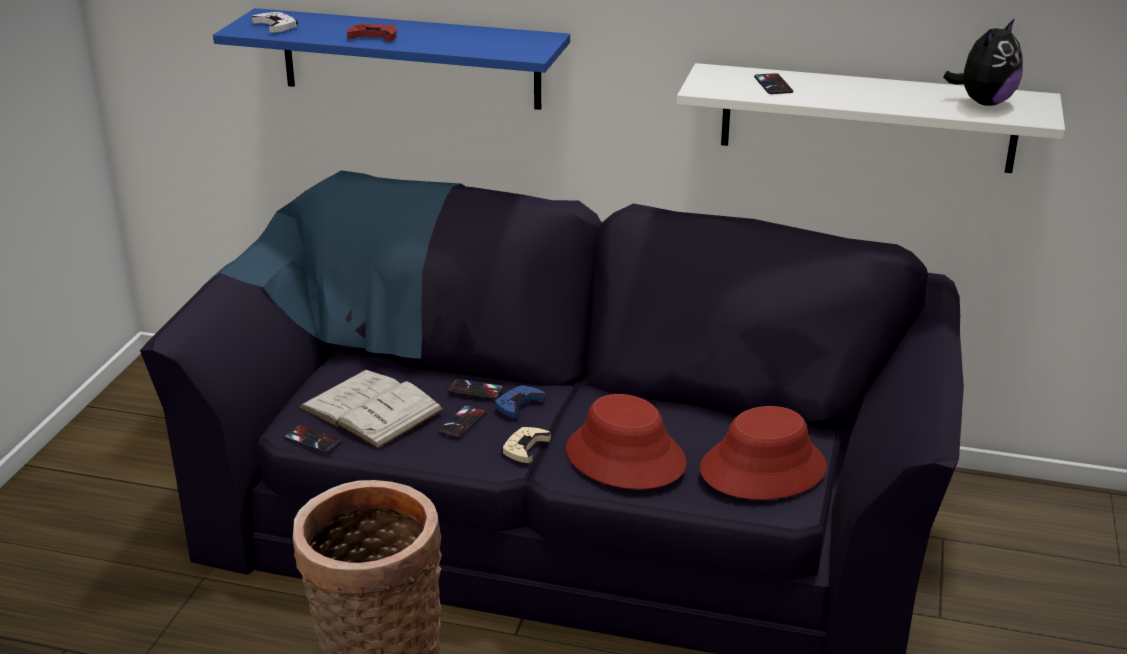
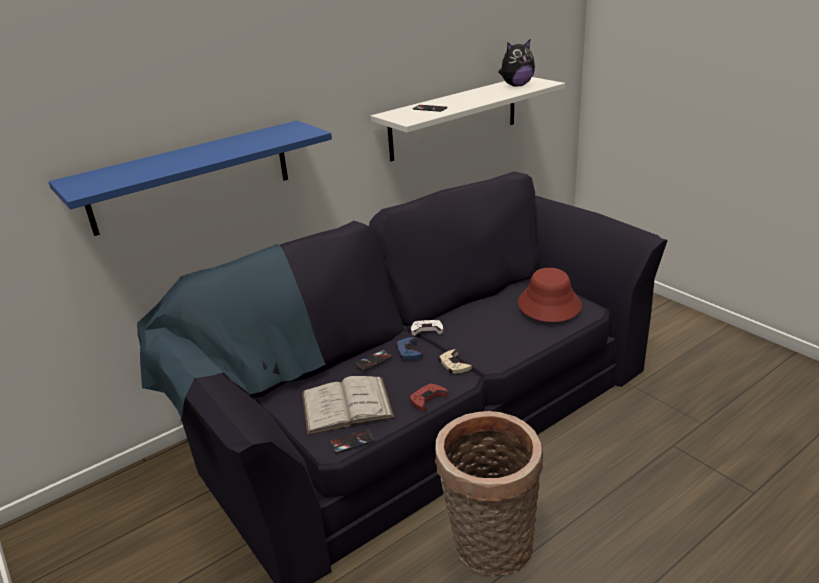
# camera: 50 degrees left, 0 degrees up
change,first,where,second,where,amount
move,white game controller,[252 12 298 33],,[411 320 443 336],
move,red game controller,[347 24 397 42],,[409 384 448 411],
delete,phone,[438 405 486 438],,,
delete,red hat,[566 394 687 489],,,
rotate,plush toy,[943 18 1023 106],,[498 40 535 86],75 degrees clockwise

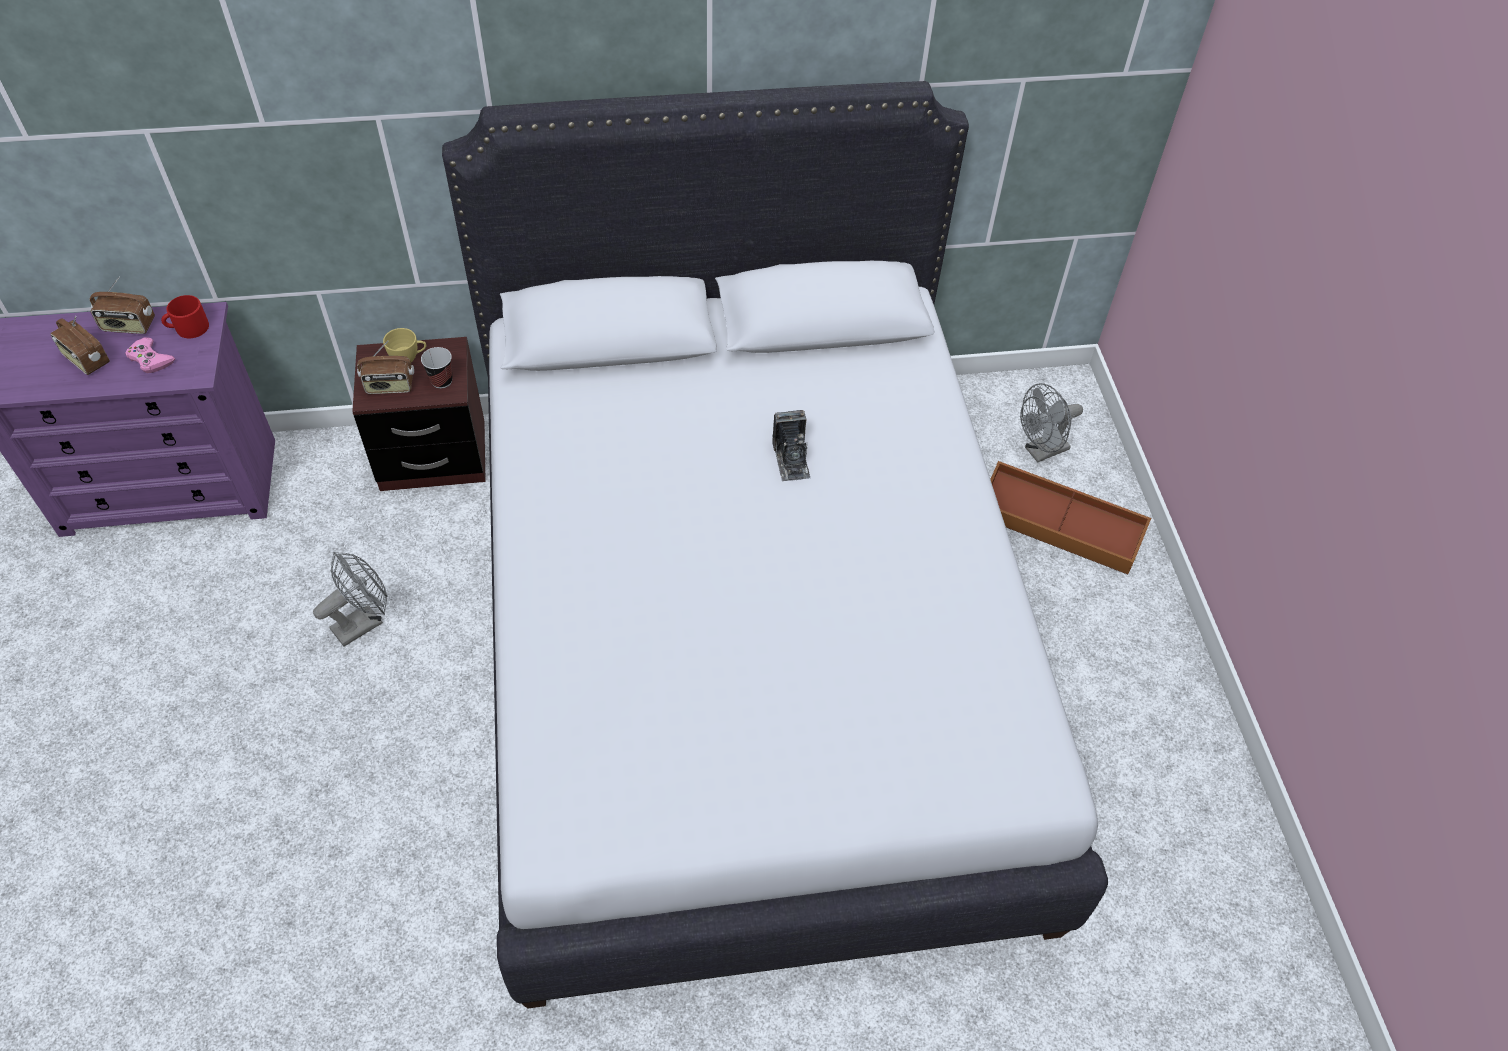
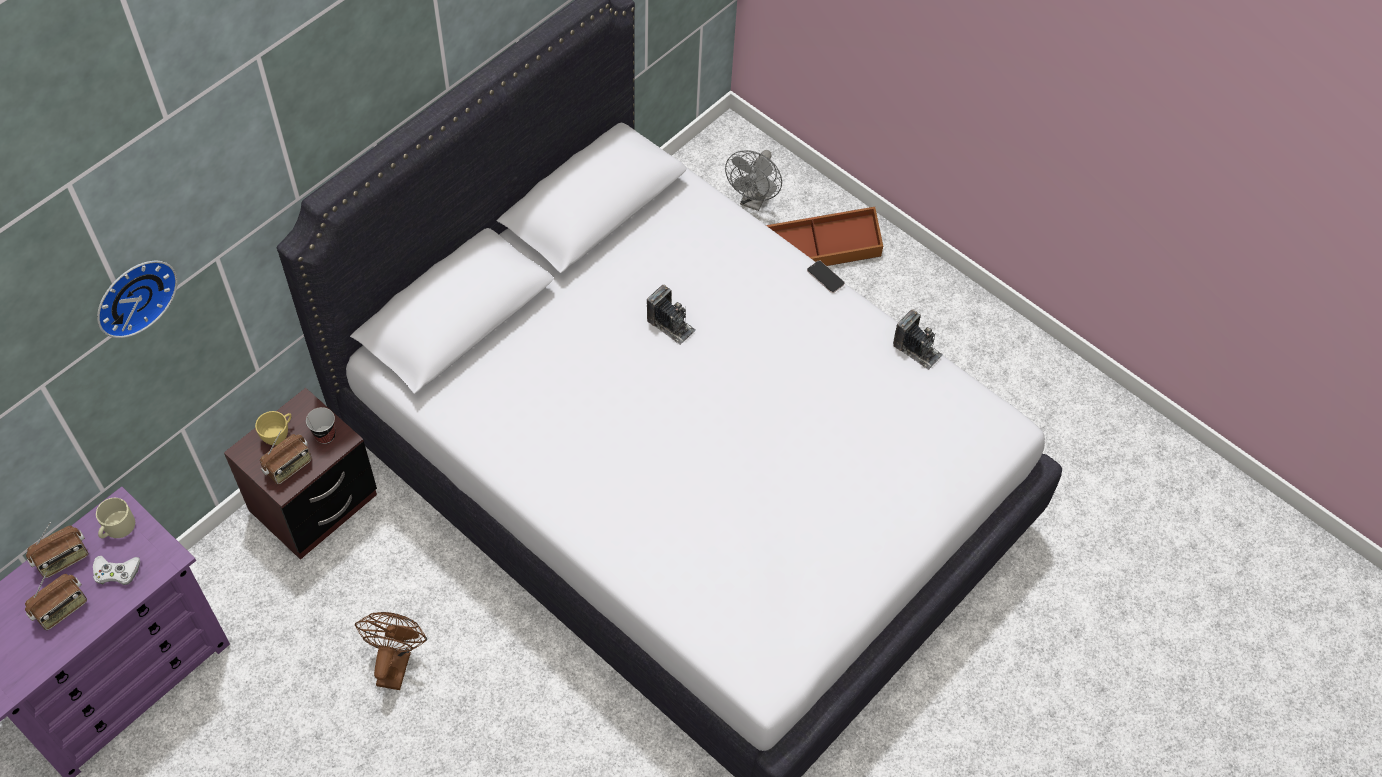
# camera: 40 degrees left, 5 degrees up
change,first,where,second,where,amount
rotate,radio,[50 316 110 375],,[25 572 87 630],45 degrees counterclockwise
recolor,pink game controller,[125 337 175 373],white game controller,[93 556 140 585],
recolor,red mug,[161 295 209 338],beige mug,[96 498 135 538],
recolor,grey fan,[313 552 387 647],brown fan,[355 612 427 690],
insert,,,wall clock,[97 261 178 338],
insert,,,phone,[807 260 845 293],
insert,,,photo camera,[893 309 943 370],

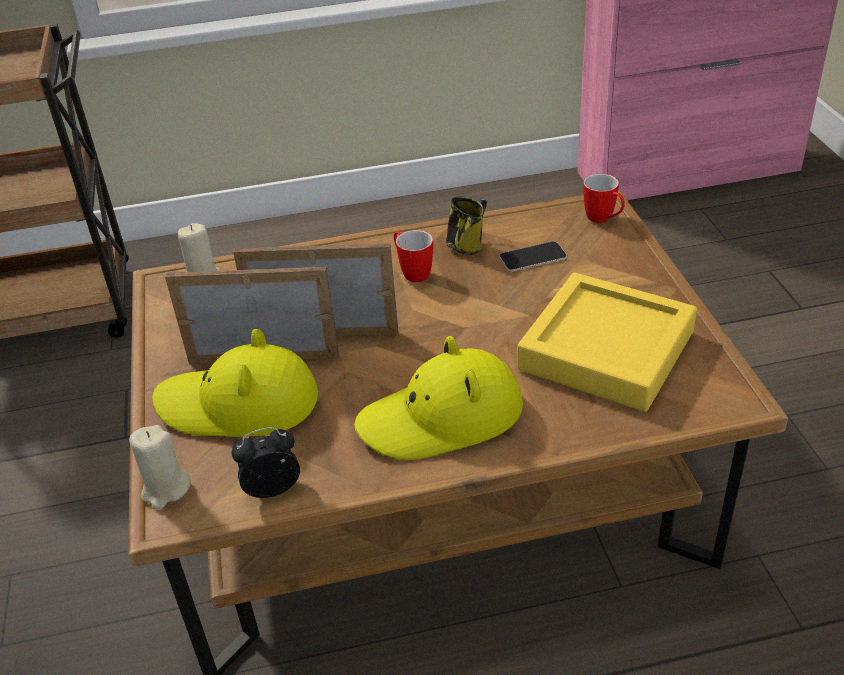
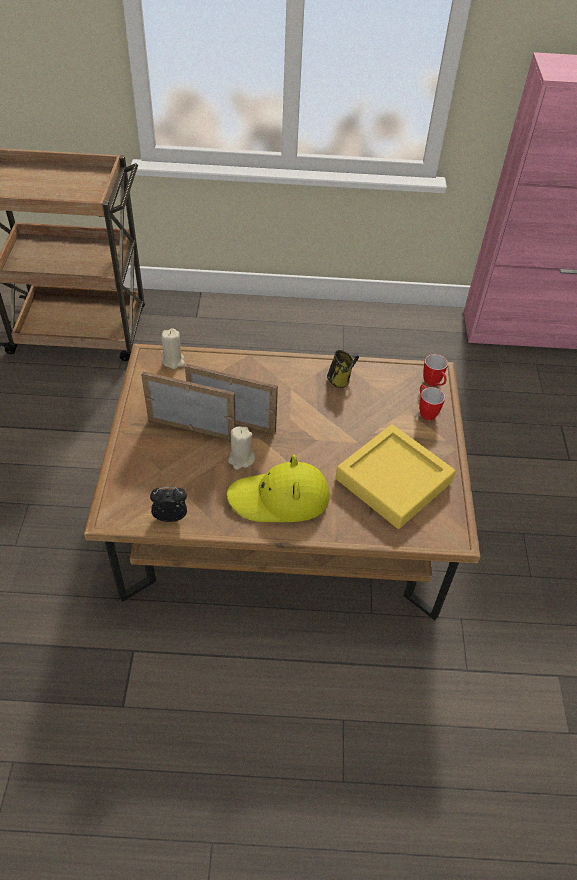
# camera: 10 degrees right, 10 degrees up
change,first,where,second,where,amount
move,beige candle,[129 425 191 509],,[228 426 255 470],
delete,yellow hat,[152 329 318 437],,,
move,mug,[394 230 433 283],,[420 384 445 420],
delete,phone,[499 241 567 272],,,

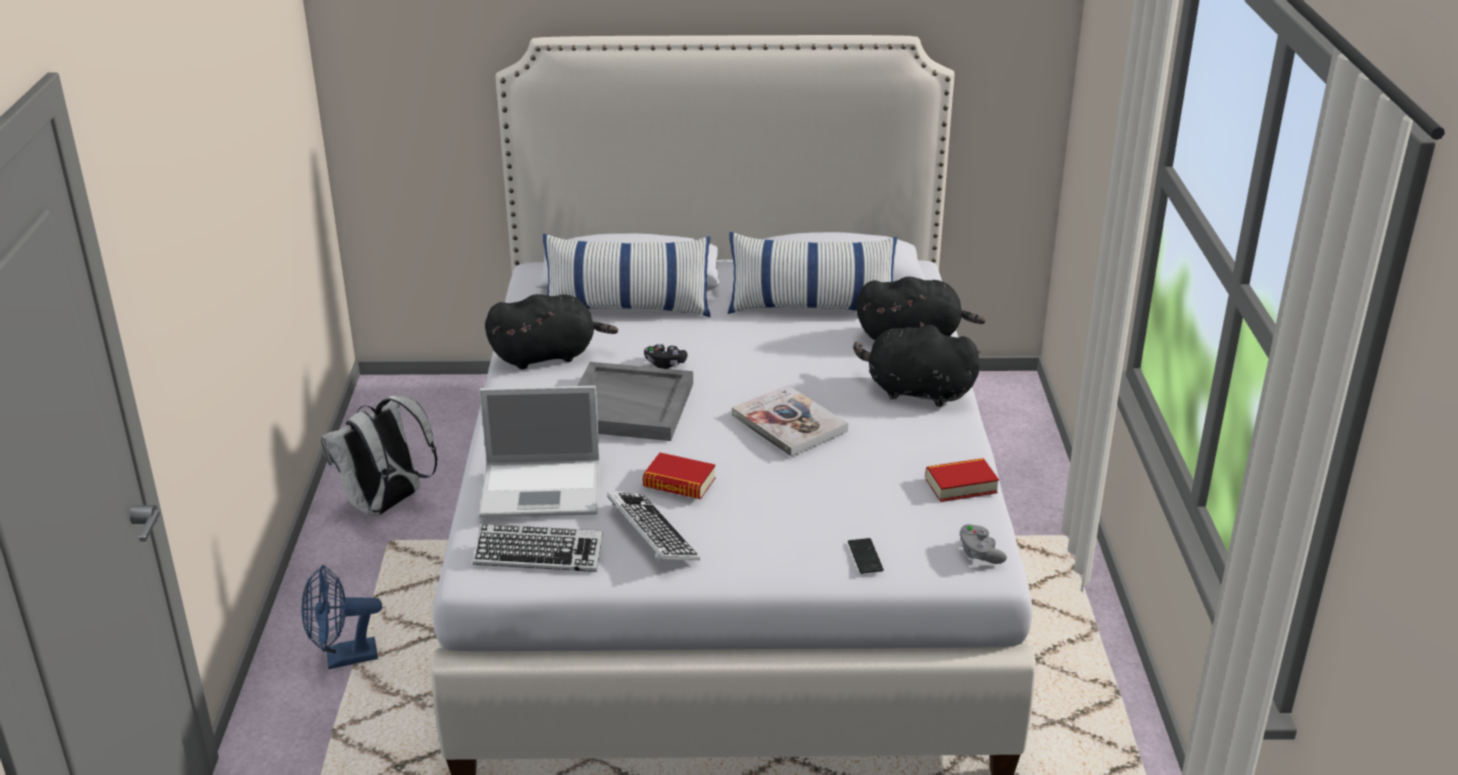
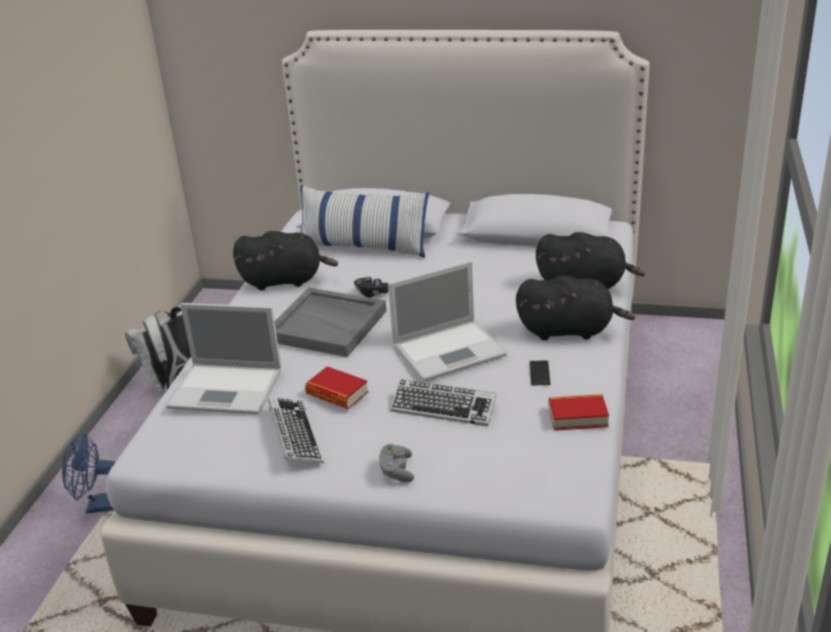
# camera: 15 degrees right, 0 degrees up
change,first,where,second,where,amount
move,keyboard,[473 524 603 572],,[390 379 497 426],
delete,pillow,[728 232 897 314],,,
replace,book,[732 385 848 457],laptop,[388 261 507 382],
move,phone,[848 538 884 574],,[530 361 550 385],
rotate,black plush toy,[853 322 981 407],,[516 276 635 340],150 degrees clockwise
move,grey game controller,[960 524 1007 564],,[379 444 414 482],

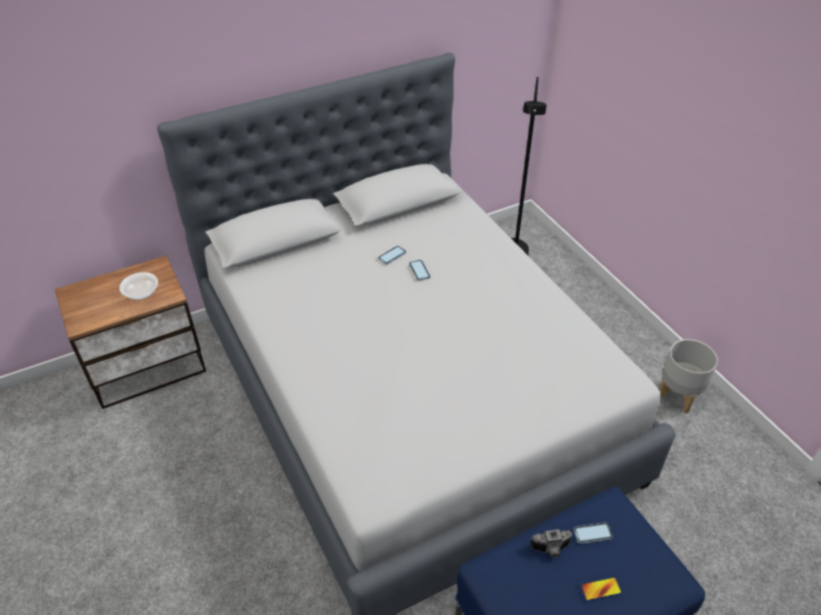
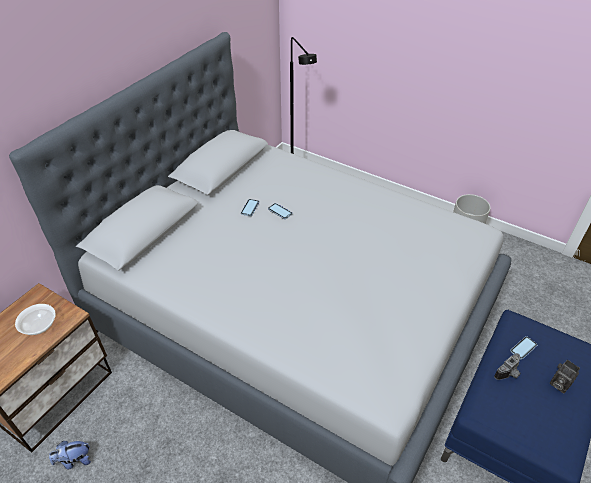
# camera: 30 degrees left, 0 degrees up
change,first,where,second,where,amount
replace,phone,[580 577 622 601],photo camera,[550 360 580 393],
insert,,,plush toy,[49 441 91 469],

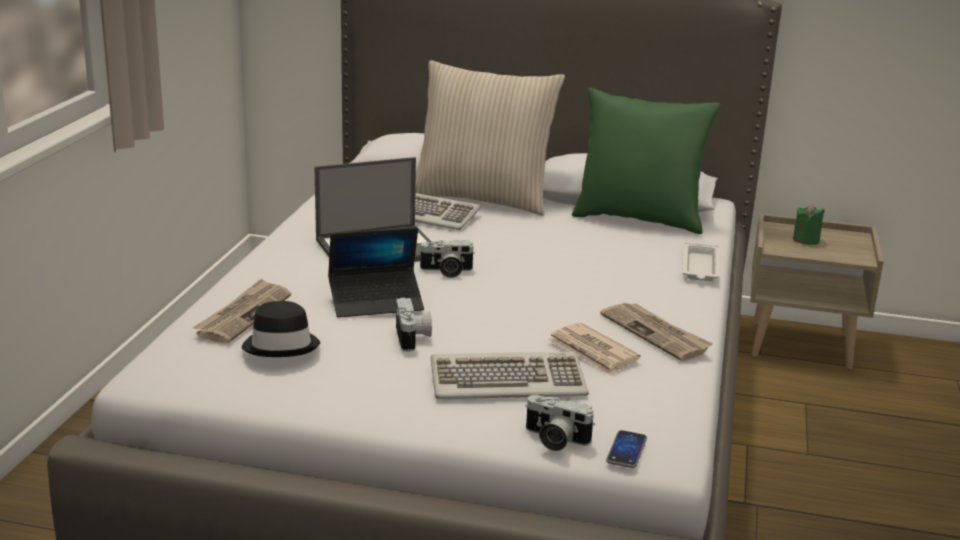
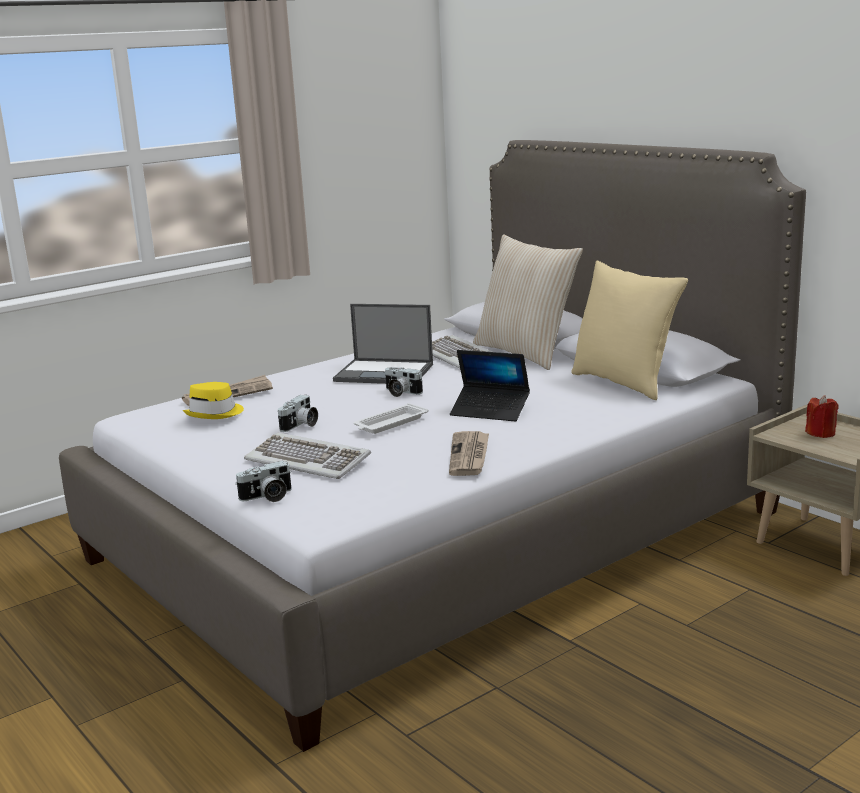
# camera: 40 degrees right, 5 degrees down
change,first,where,second,where,amount
recolor,black hat,[242 301 320 357],yellow hat,[183 382 244 419],
move,laptop,[328 228 424 318],,[450 350 530 421],
rotate,photo camera,[525 395 595 451],,[235 461 292 502],90 degrees counterclockwise
delete,newspaper,[548 323 640 376],,,
recolor,green pillow,[572 88 720 234],beige pillow,[571 260 688 400],
delete,phone,[606 430 647 468],,,
move,white tray,[683 242 720 281],,[353 403 428 434],
recolor,green candle,[793 204 825 245],red candle,[805 395 838 438],

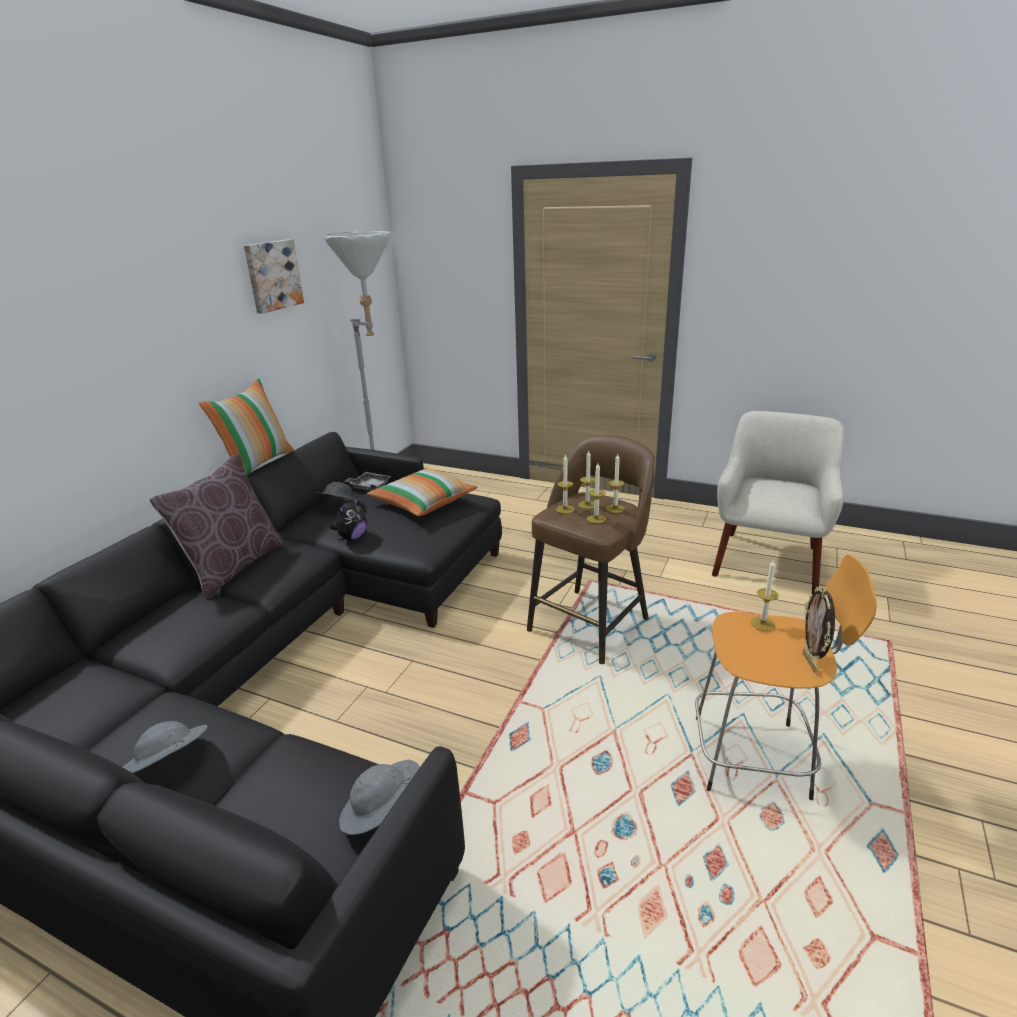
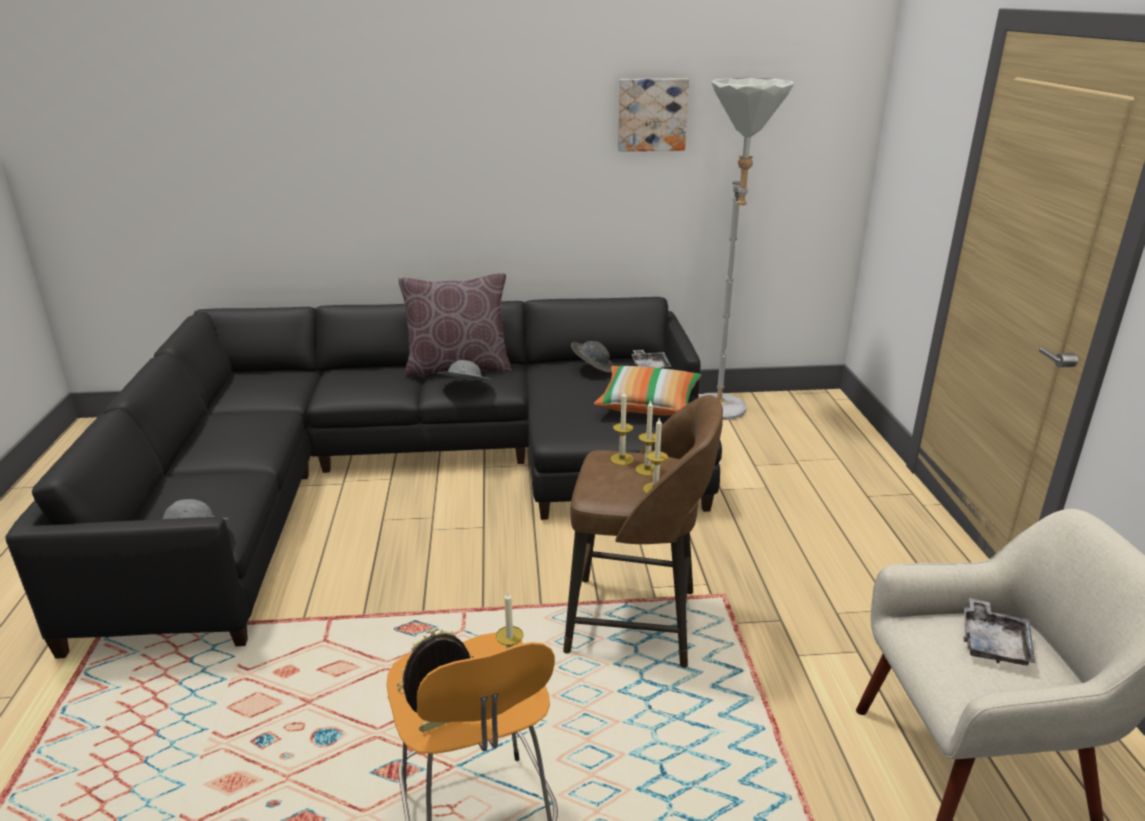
# camera: 60 degrees right, 0 degrees up
change,first,where,second,where,amount
move,grey hat,[123 721 208 773],,[437 360 492 381],
delete,pillow,[199 378 294 476],,,
delete,plush toy,[330 497 367 540],,,
delete,candle,[587 463 606 524],,,
insert,,,grey tray,[964 598 1036 665],

